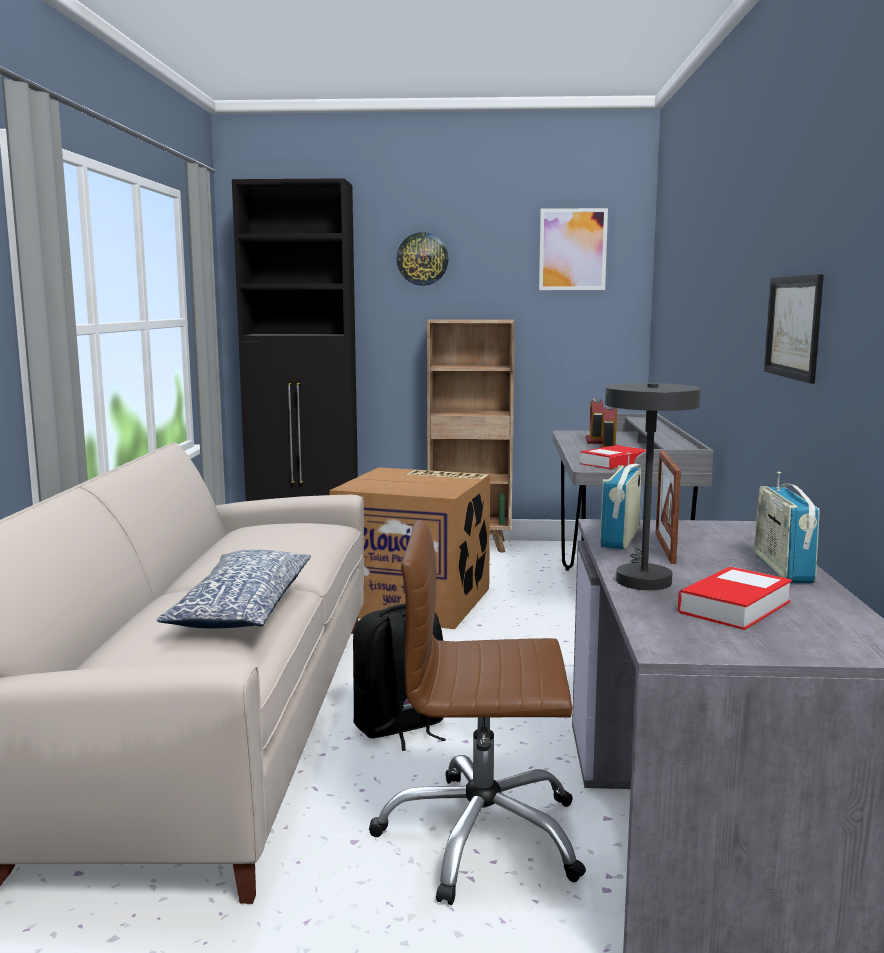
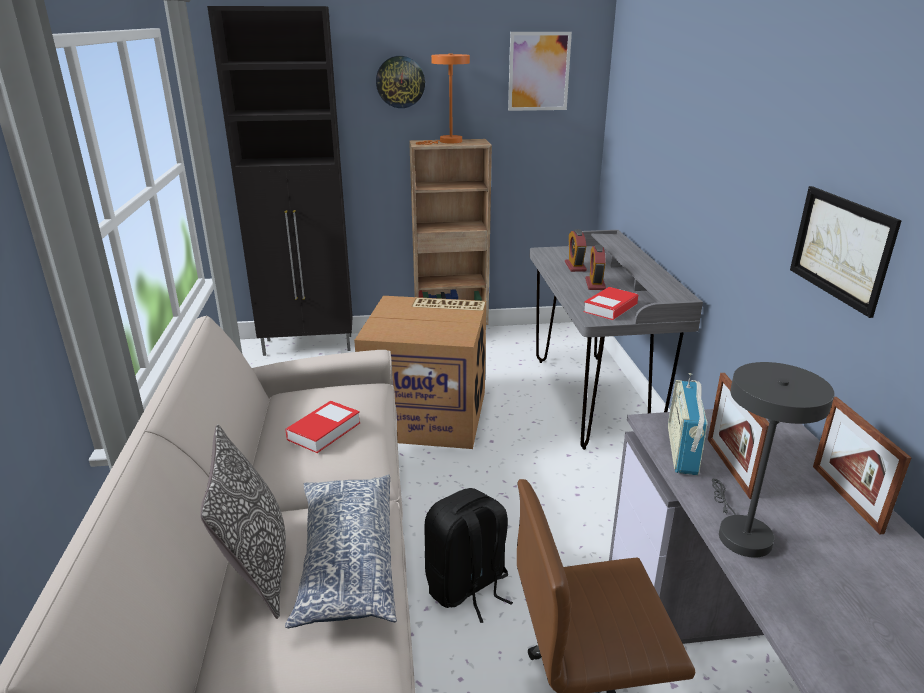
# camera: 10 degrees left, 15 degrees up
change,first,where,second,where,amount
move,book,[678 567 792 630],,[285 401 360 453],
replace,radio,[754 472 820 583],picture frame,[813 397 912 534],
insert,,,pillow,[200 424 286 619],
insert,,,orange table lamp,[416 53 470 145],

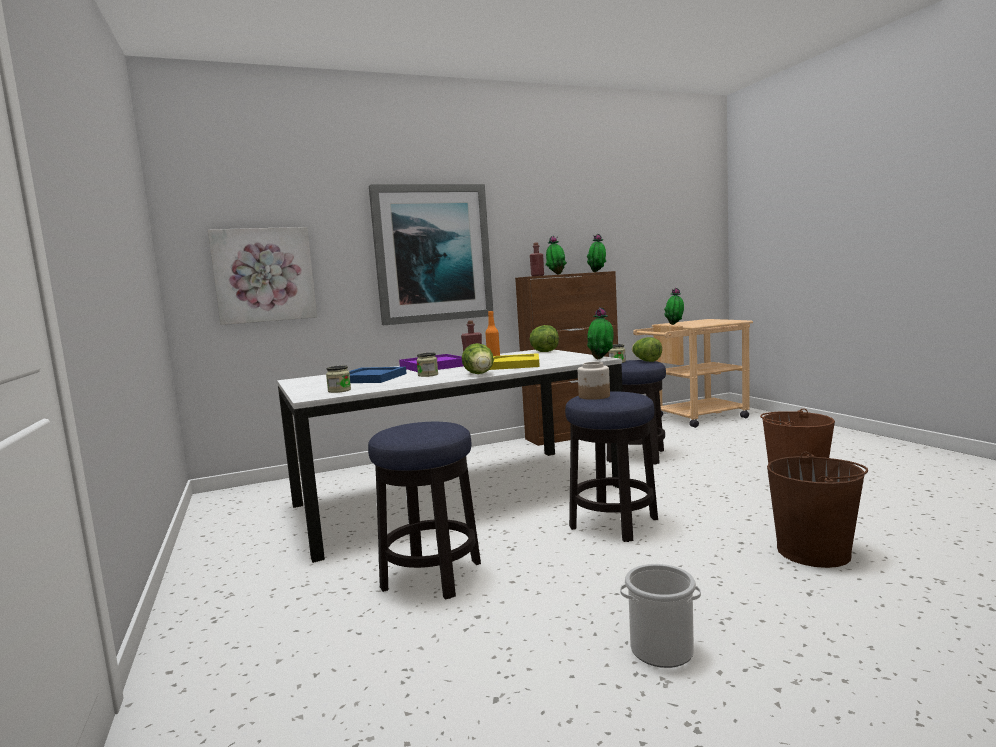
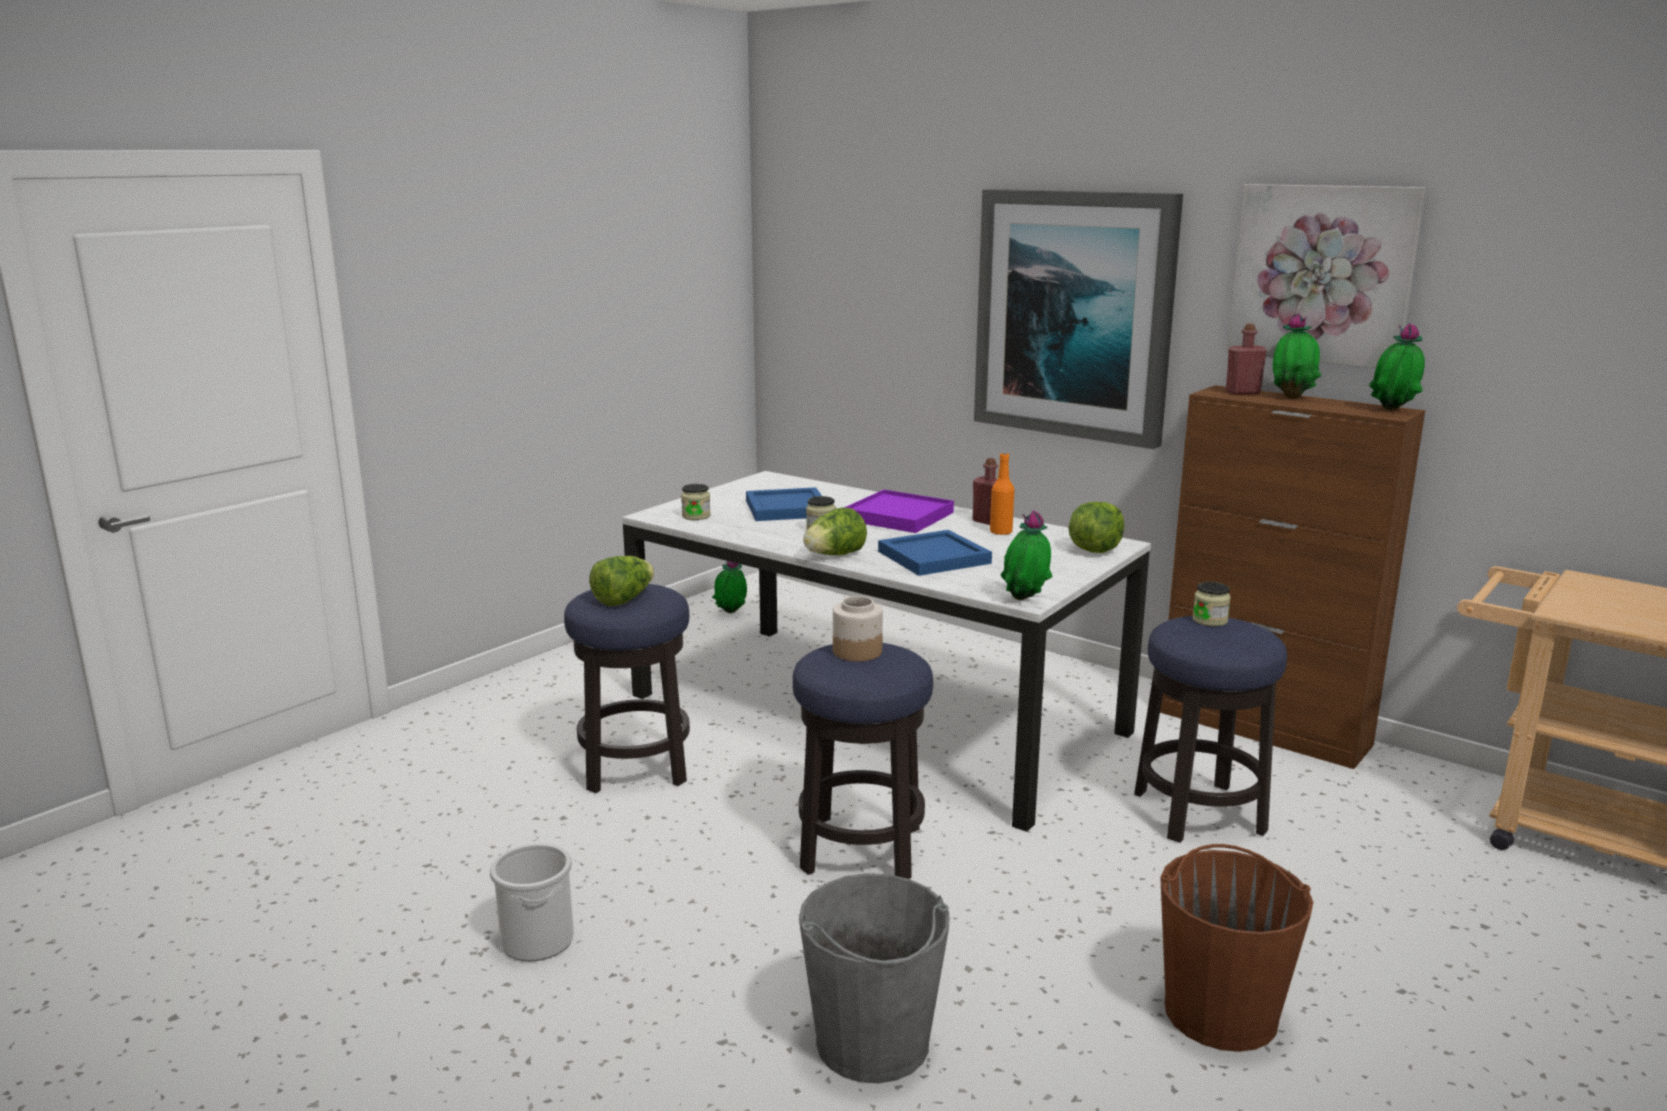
# camera: 60 degrees right, 10 degrees up
change,first,where,second,where,amount
move,picture,[208 227 317 325],,[1227 184 1426 368],
recolor,yellow tray,[489 353 540 370],blue tray,[878 530 992 576],
move,lettuce,[632 337 662 362],,[589 556 654 606],
move,potted plant,[664 288 684 325],,[712 561 747 613],
recolor,brown bucket,[767 452 868 568],grey bucket,[799 873 949 1083],

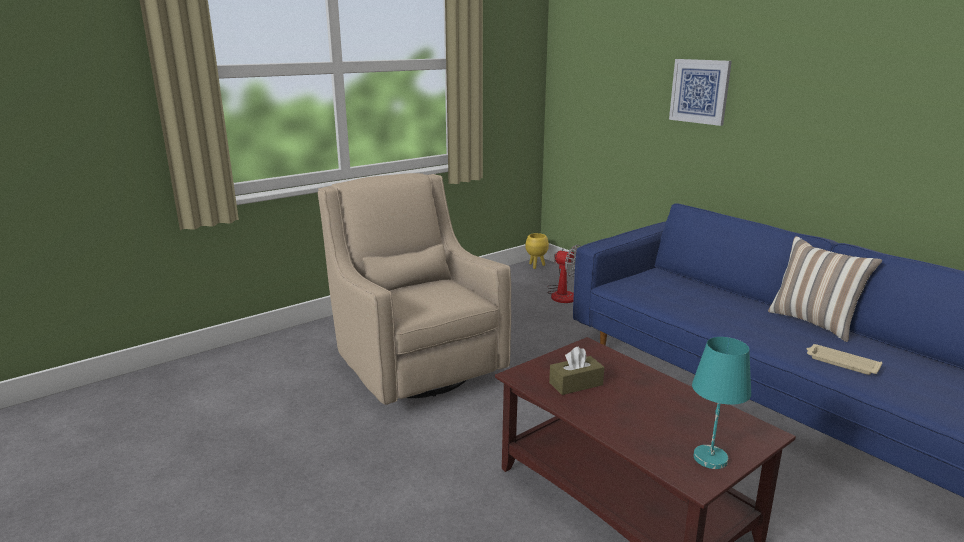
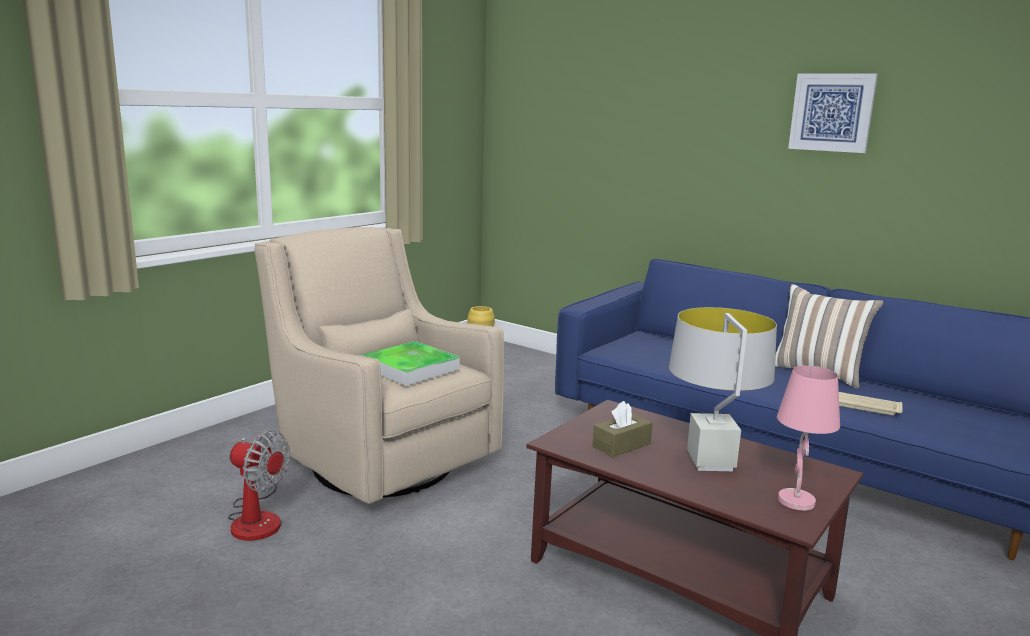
# camera: 15 degrees left, 5 degrees down
change,first,where,second,where,amount
move,fan,[547 245 581 303],,[228 431 290 541],
move,picture,[669 59 732 126],,[788 73 878 153],
recolor,turquoise table lamp,[692 337 751 469],pink table lamp,[777 365 840 510],
insert,,,tray,[362 341 460 386],
insert,,,grey table lamp,[669 307 777 471],

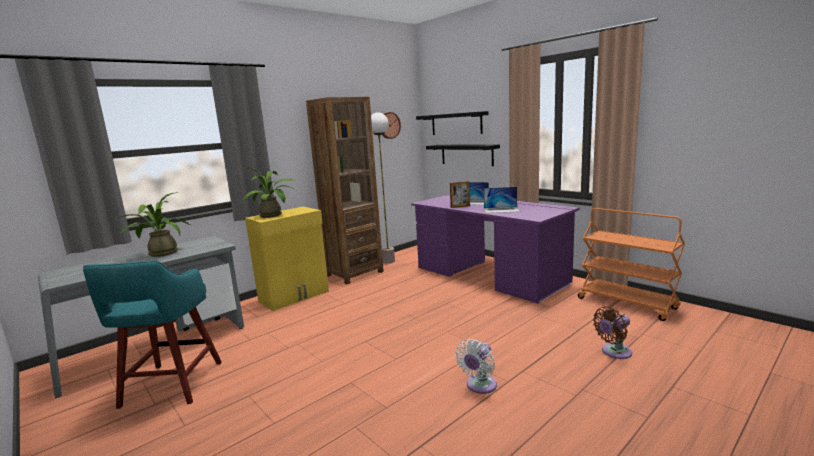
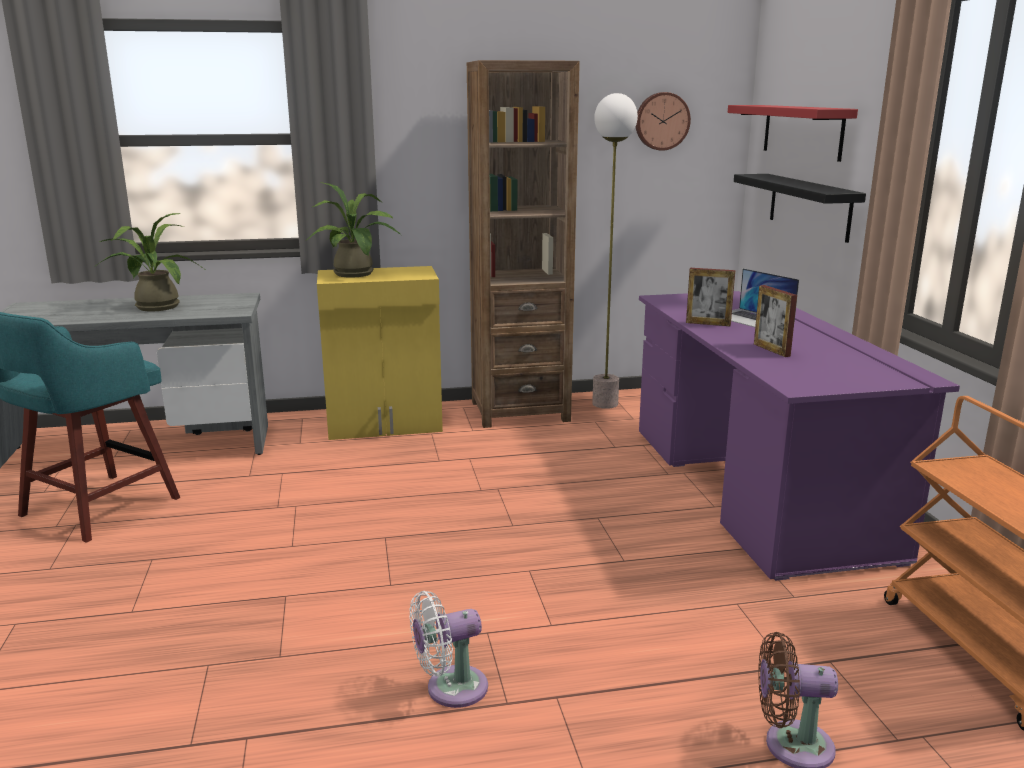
# camera: 30 degrees right, 5 degrees up
change,first,where,second,where,amount
recolor,black shelf,[416 111 489 135],red shelf,[728 105 858 162],
replace,laptop,[484 187 520 213],picture frame,[754 285 797 357],

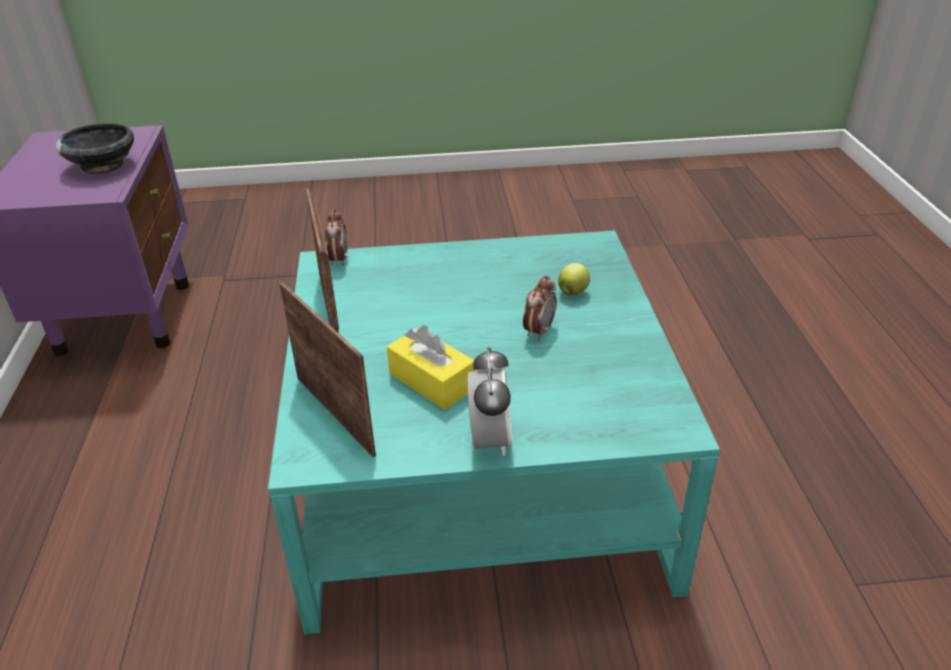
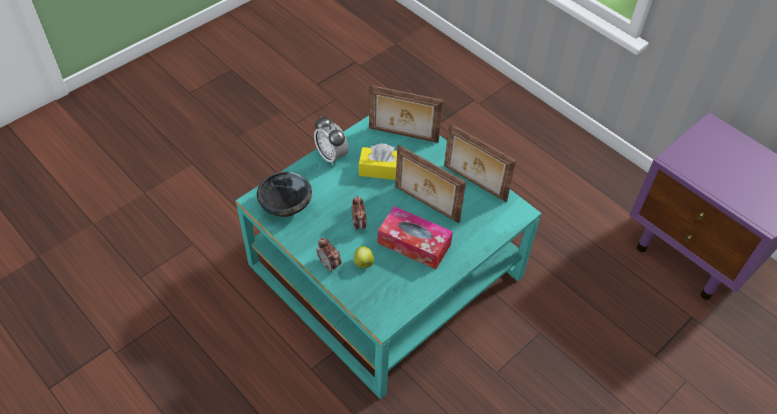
# camera: 140 degrees right, 15 degrees up
change,first,where,second,where,amount
move,black bowl,[56 123 134 175],,[257 172 312 217],
move,alarm clock,[325 208 347 266],,[317 238 341 272],
insert,,,tissue box,[378 206 453 269],
insert,,,picture frame,[395 145 466 223],

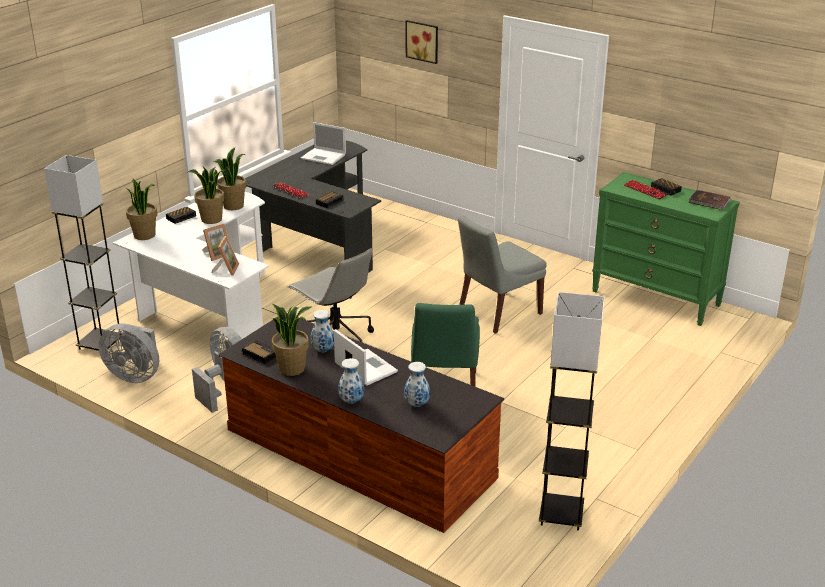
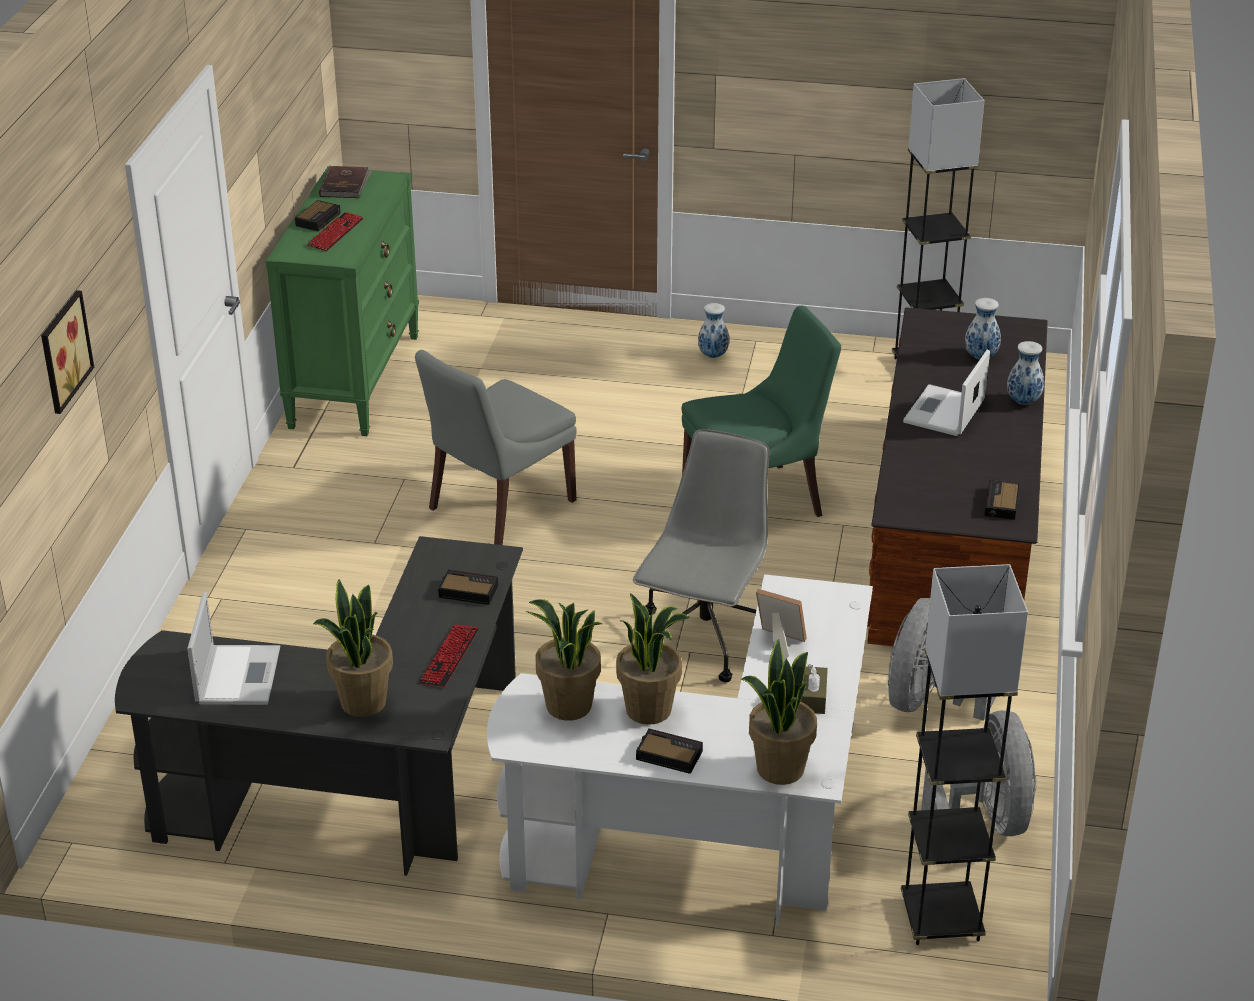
# camera: 115 degrees left, 5 degrees up
change,first,where,second,where,amount
delete,picture frame,[211 236 239 276],,,
move,potted plant,[272 304 311 376],,[313 579 393 717],
move,vase,[310 310 334 352],,[698 303 729 358],
rotate,grey chair,[458 215 547 334],,[415 350 577 545],105 degrees clockwise
insert,,,brown tissue box,[800 664 828 714],

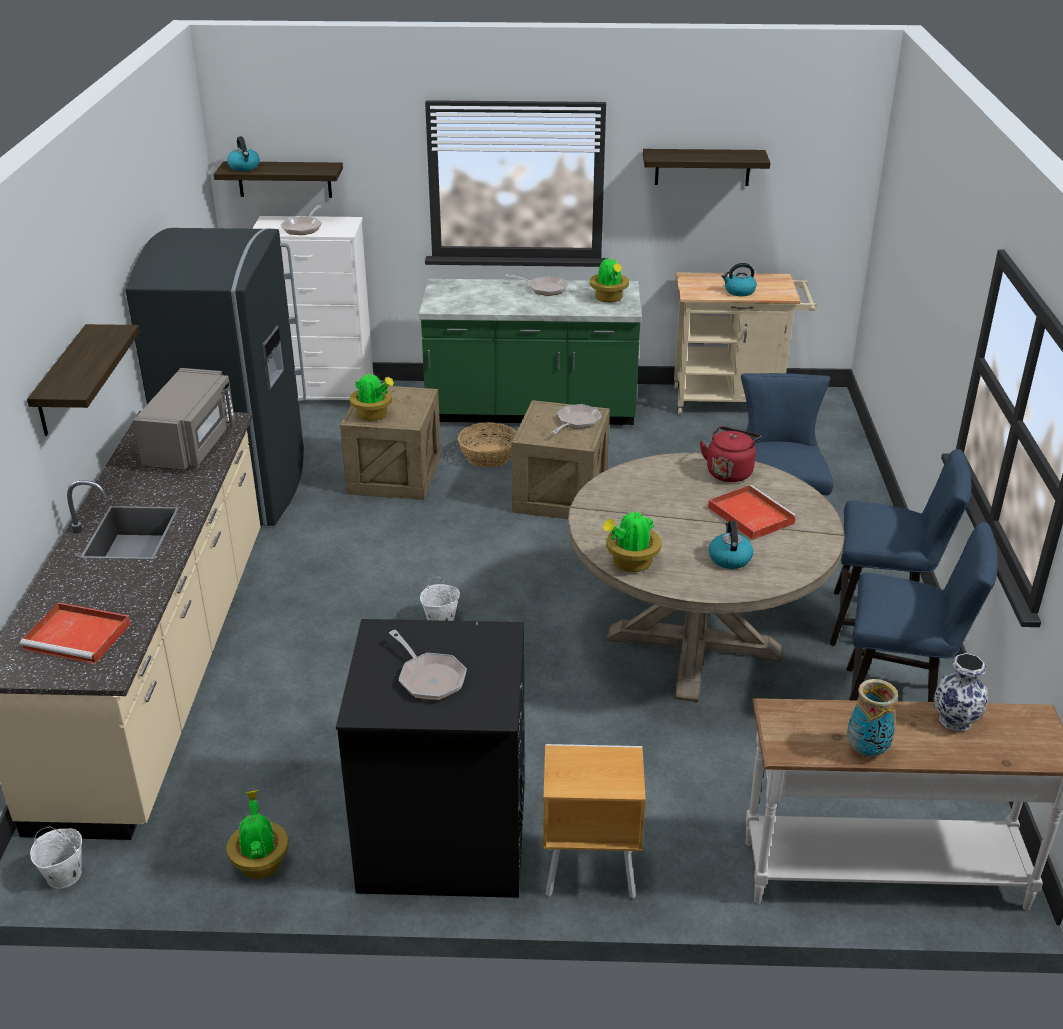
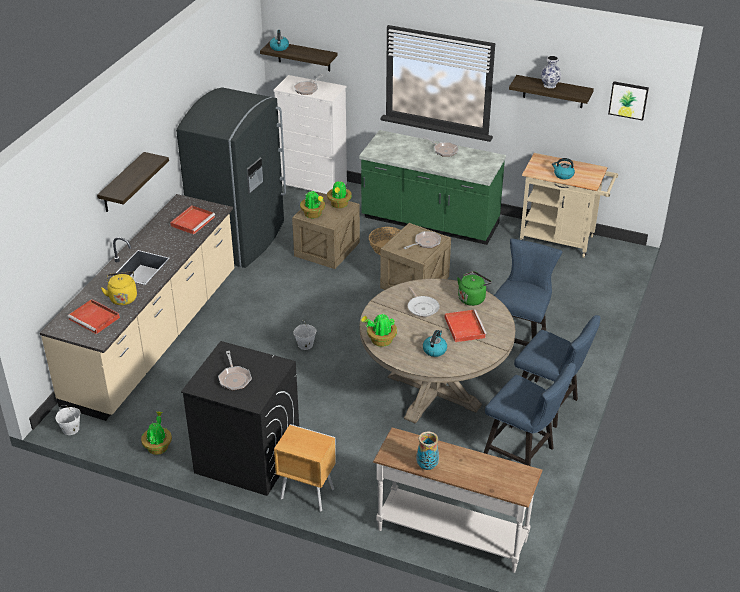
# camera: 20 degrees right, 5 degrees up
change,first,where,second,where,amount
replace,grey microwave,[133 368 235 471],red tray,[170 205 215 234],
move,potted plant,[590 256 629 303],,[327 180 352 208],
recolor,red kettle,[700 426 761 482],green kettle,[457 271 492 306],
move,vase,[934 653 988 732],,[541 56 561 88],
insert,,,yellow kettle,[101 271 137 305],
insert,,,frying pan,[408 287 440 317],
insert,,,picture,[608 81 649 121],

